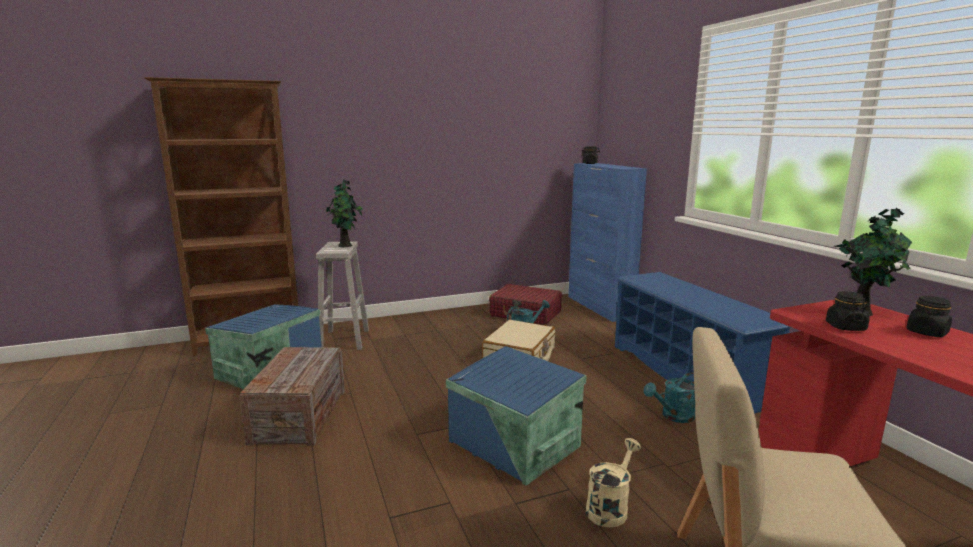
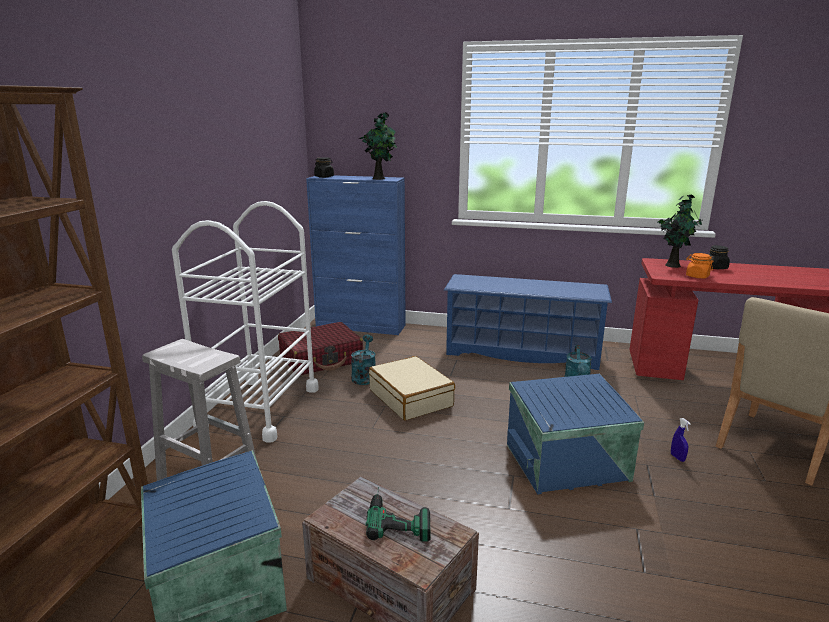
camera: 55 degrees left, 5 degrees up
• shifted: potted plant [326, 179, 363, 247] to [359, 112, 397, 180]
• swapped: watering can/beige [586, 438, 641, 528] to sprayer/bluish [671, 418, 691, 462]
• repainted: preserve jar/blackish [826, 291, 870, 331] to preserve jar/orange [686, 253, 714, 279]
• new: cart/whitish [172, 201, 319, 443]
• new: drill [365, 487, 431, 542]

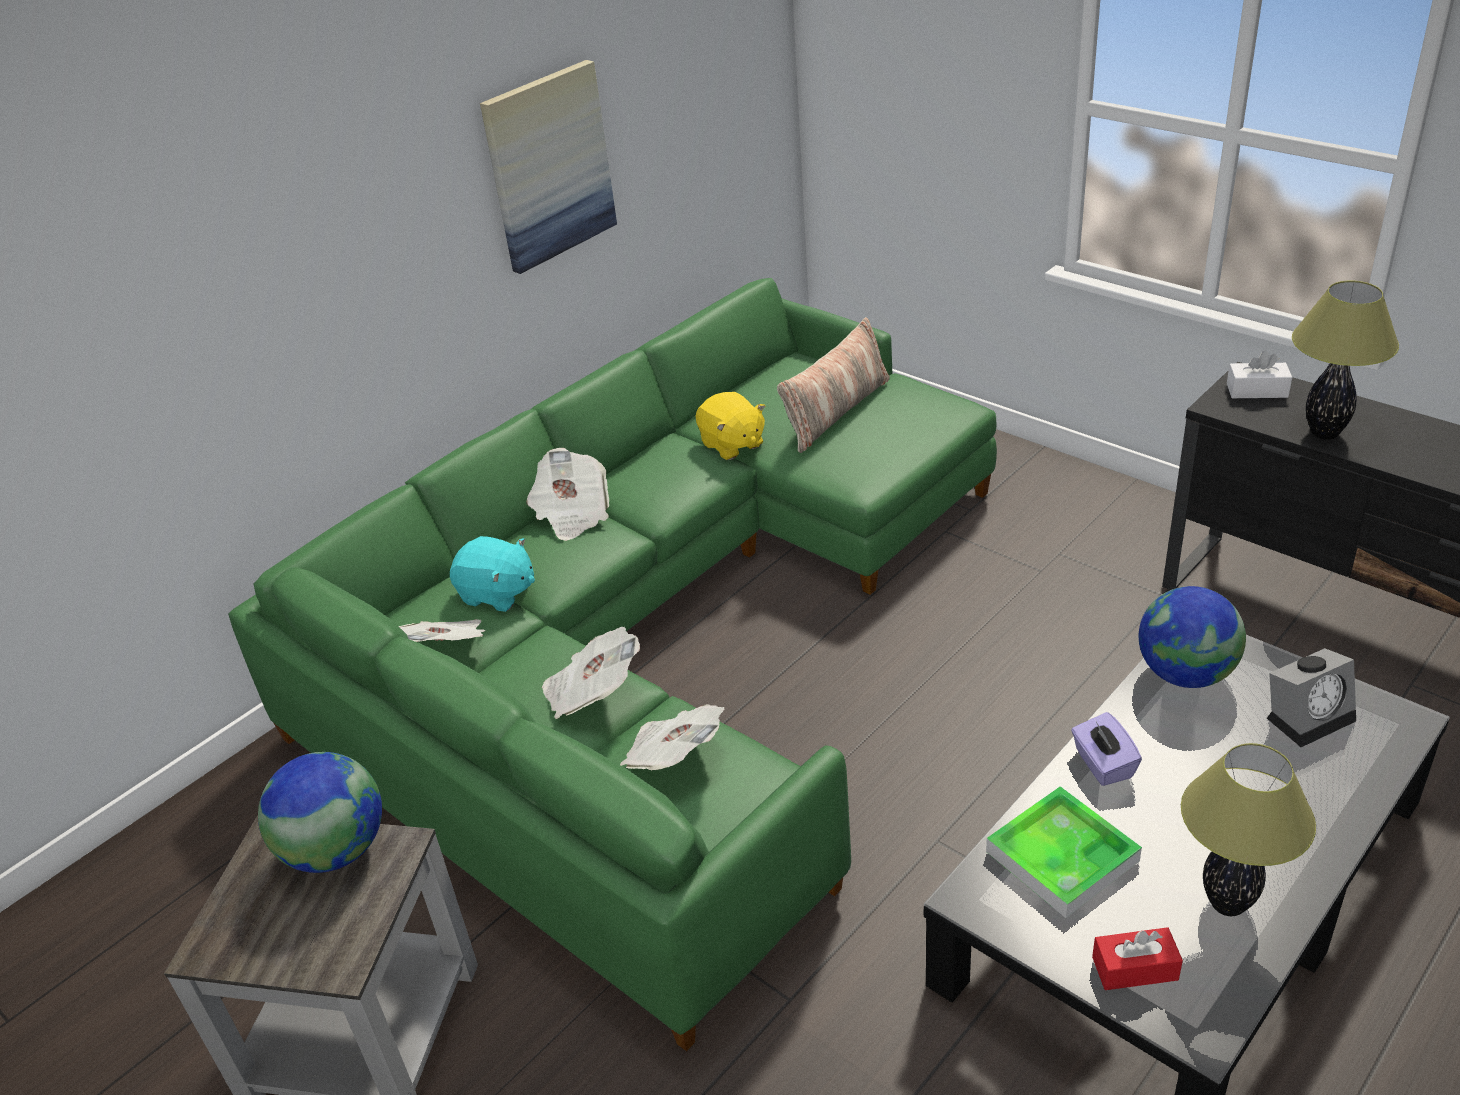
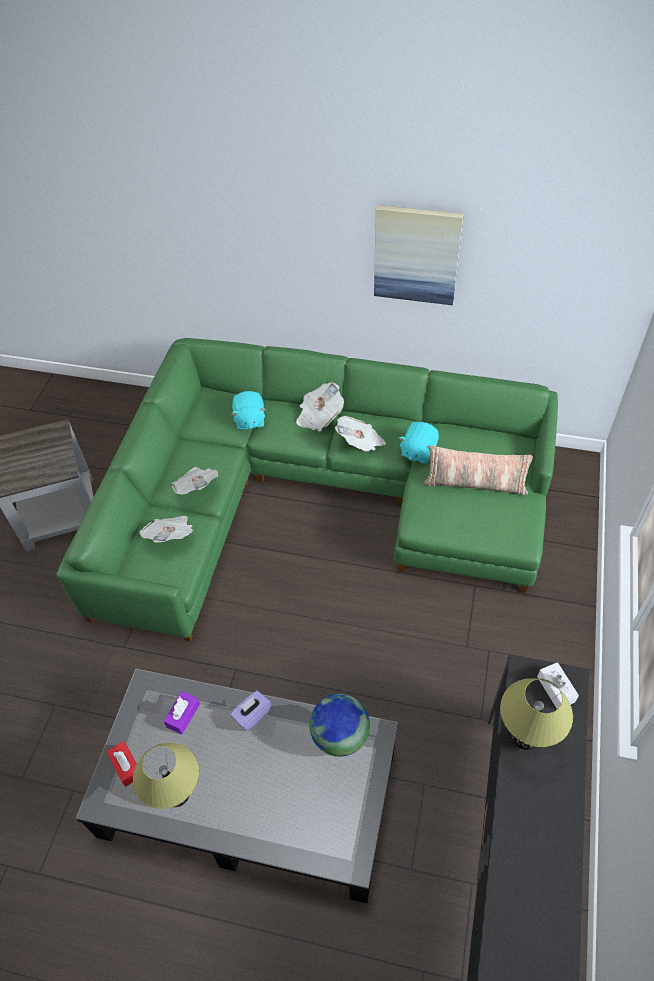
camera: 60 degrees right, 15 degrees up
• gone: desk globe [258, 752, 382, 873]
• shifted: printed paper [399, 619, 486, 642] to [334, 416, 386, 452]
• repainted: cuddly toy/yellow-coloured [696, 392, 765, 460] to cuddly toy/turquoise-coloured [399, 422, 439, 464]
• swapped: serving tray [986, 786, 1142, 918] to box of tissues/purple-coloured [164, 691, 200, 734]
• gone: table clock [1267, 648, 1356, 747]

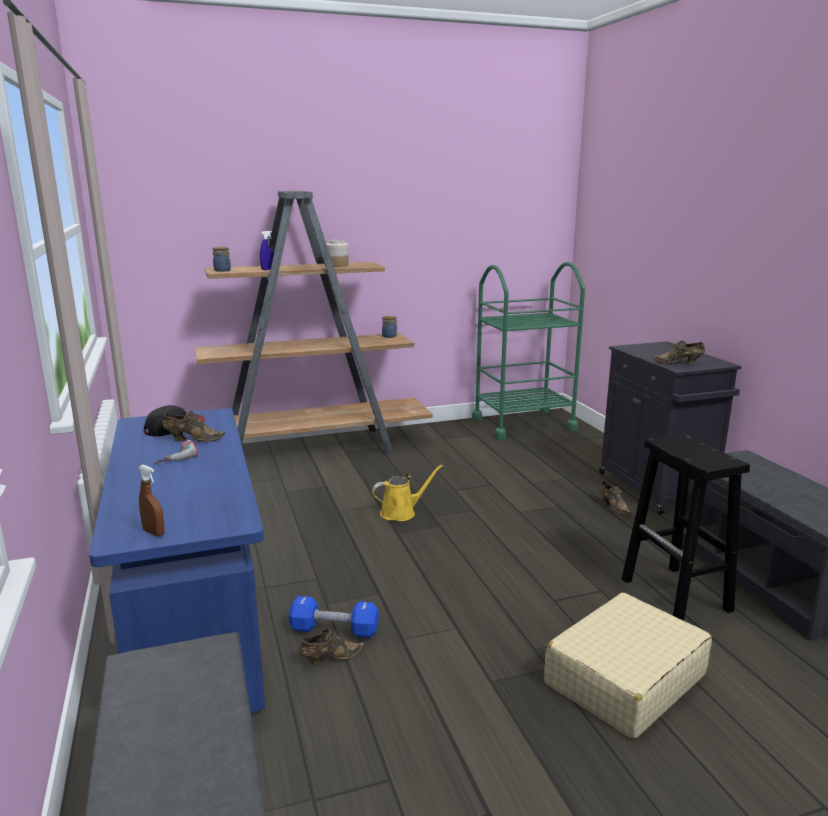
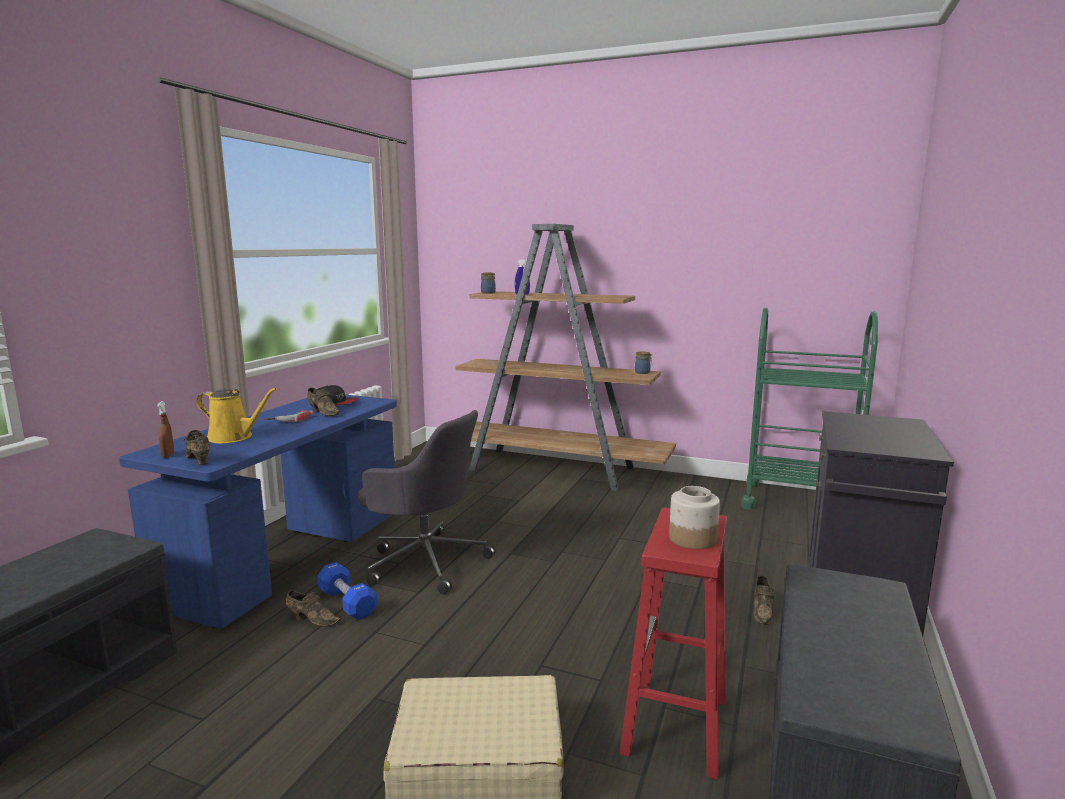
camera: 40 degrees right, 5 degrees down
• shifted: preserve jar [326, 240, 349, 267] to [669, 486, 720, 549]
• shifted: watering can/yellow-coloured [372, 465, 443, 521] to [196, 388, 277, 443]
• repainted: stool seat/blackish [622, 433, 750, 621] to stool seat/red-coloured [619, 508, 727, 780]
• shifted: item of footwear/brownish [653, 340, 705, 365] to [183, 430, 210, 465]
• new: office chair/greyish [358, 410, 496, 594]

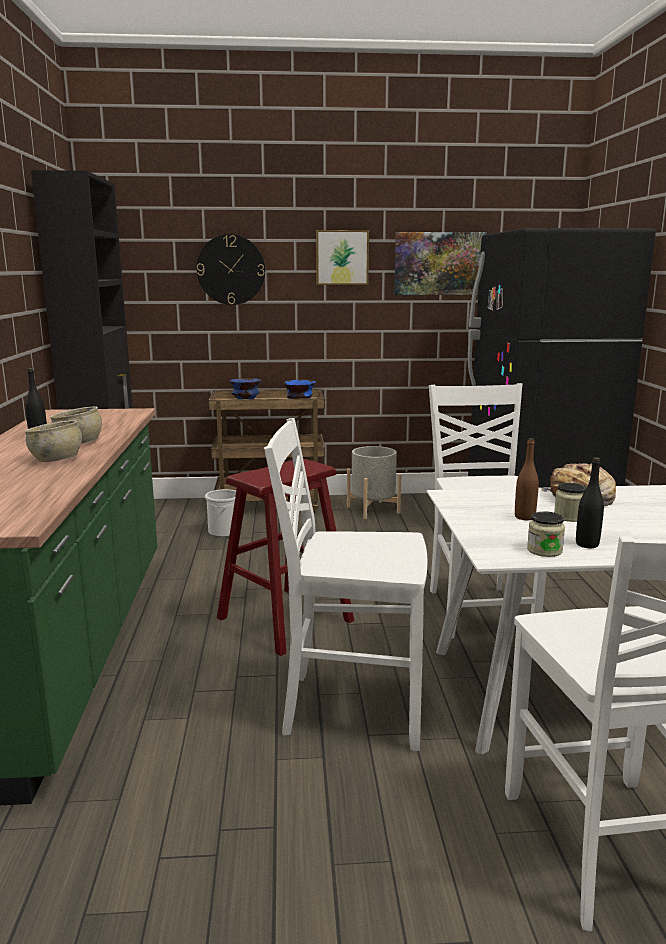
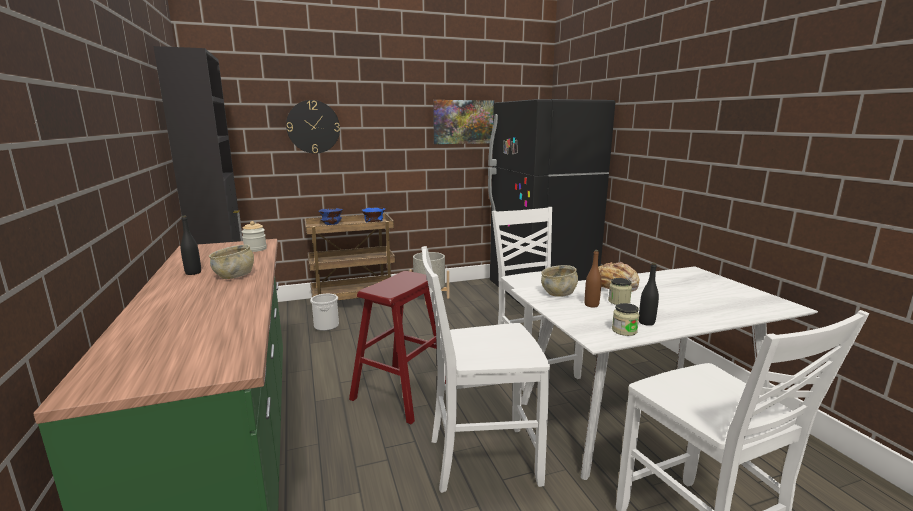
camera: 15 degrees left, 0 degrees up
• shifted: serving bowl/beige [25, 420, 82, 462] to [541, 265, 578, 297]
• gone: wall picture [316, 230, 369, 285]
• new: preserve jar [242, 221, 267, 252]

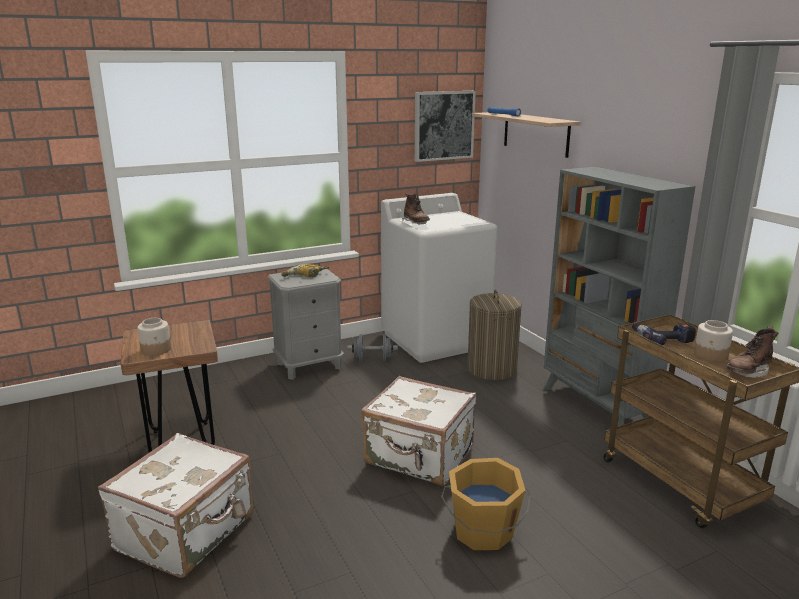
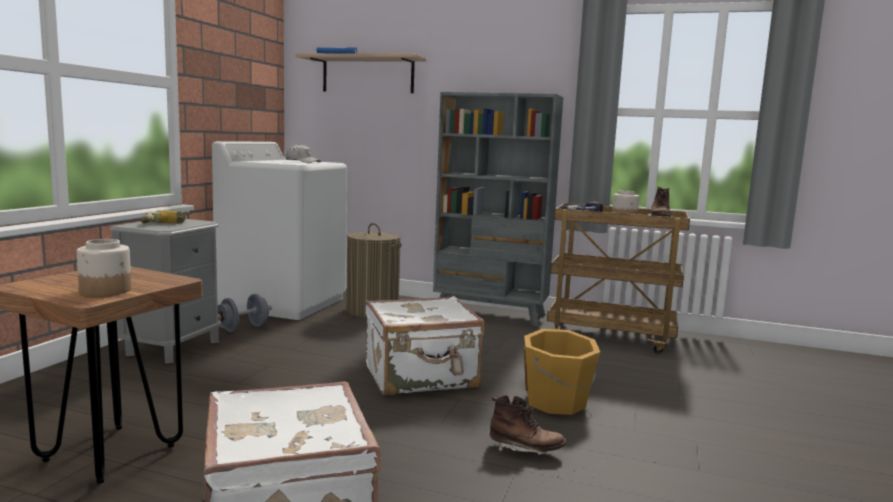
camera: 45 degrees left, 10 degrees down
• shifted: high-top boot/brownish [402, 193, 430, 224] to [490, 395, 566, 455]
• gone: wall picture [415, 91, 476, 162]
• new: peaked cap/whitish [286, 144, 321, 163]

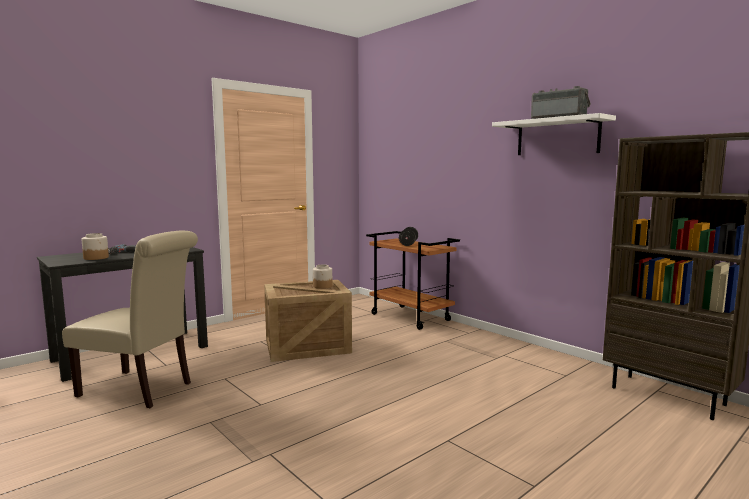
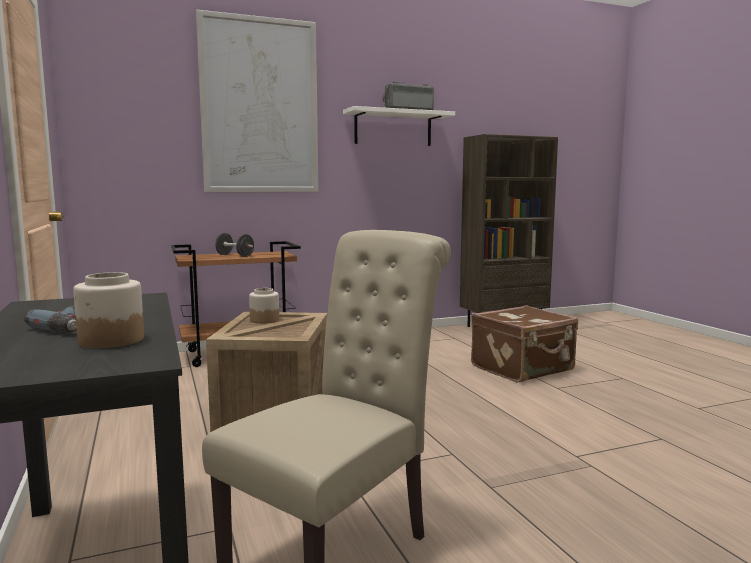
camera: 70 degrees left, 0 degrees up
• new: wall picture [196, 10, 319, 193]
• new: travel case/brownish [471, 305, 578, 383]

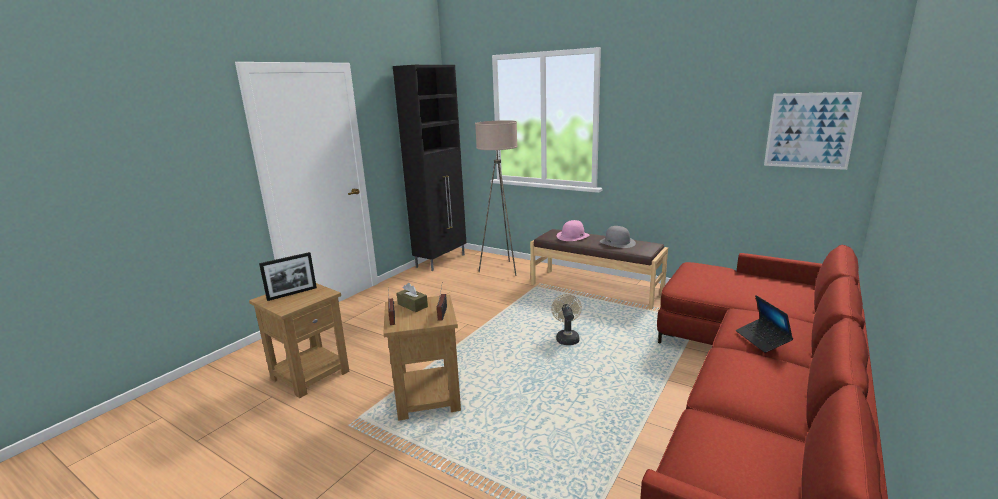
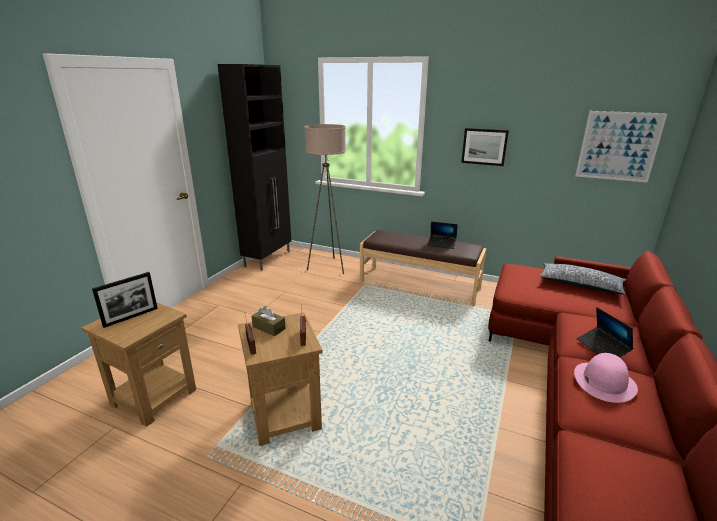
camera: 10 degrees left, 5 degrees up
• gone: cooling fan/beige [551, 294, 582, 345]
• shifted: hat/pink-coloured [557, 220, 590, 241] to [574, 353, 638, 403]
• swapped: hat/greyish [600, 226, 636, 248] to portable computer [428, 221, 457, 249]
• new: wall picture [461, 128, 509, 166]
• new: pillow [539, 263, 626, 294]

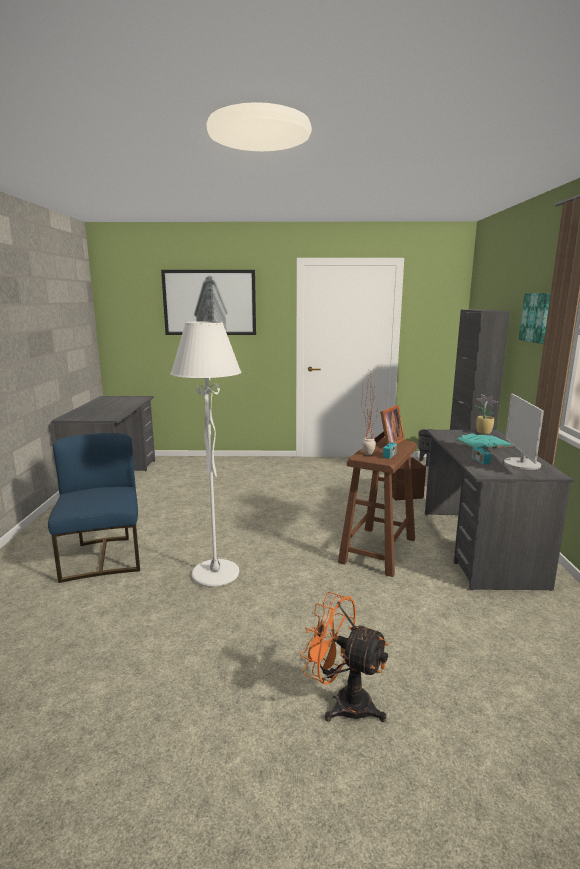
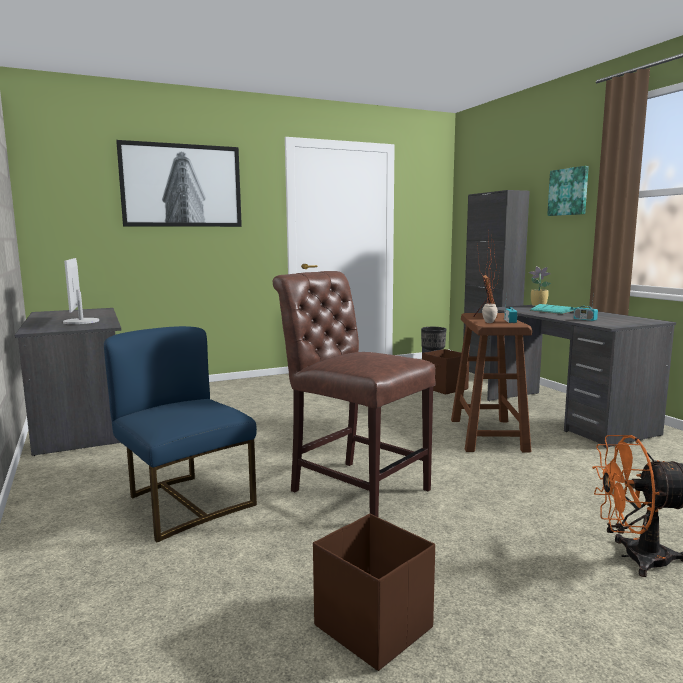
camera: 25 degrees left, 5 degrees down
• swapped: floor lamp/whitish [170, 321, 241, 587] to chair/brownish [273, 271, 436, 517]
• shifted: computer display [504, 394, 544, 470] to [63, 258, 99, 324]
• new: storage box/brownish [313, 514, 435, 671]

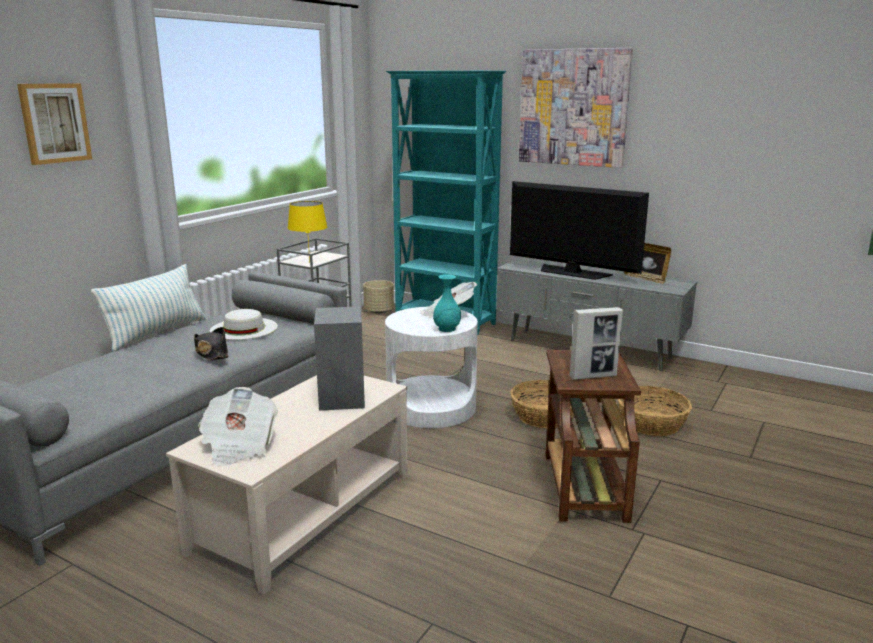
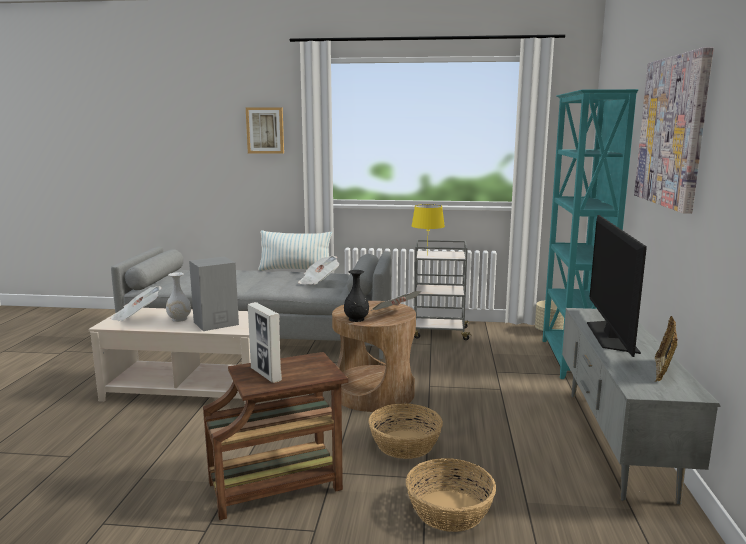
camera: 65 degrees right, 5 degrees down
• gone: hat/blackish [194, 327, 229, 360]
• swapped: hat/whitish [210, 309, 278, 340] to printed paper [298, 256, 339, 285]
• repainted: end table/whitish [385, 307, 478, 428] to end table/brownish [332, 301, 416, 412]
• repainted: vase/turquoise-coloured [433, 274, 461, 332] to vase/blackish [344, 270, 369, 322]
• new: vase/whitish [166, 272, 191, 322]

